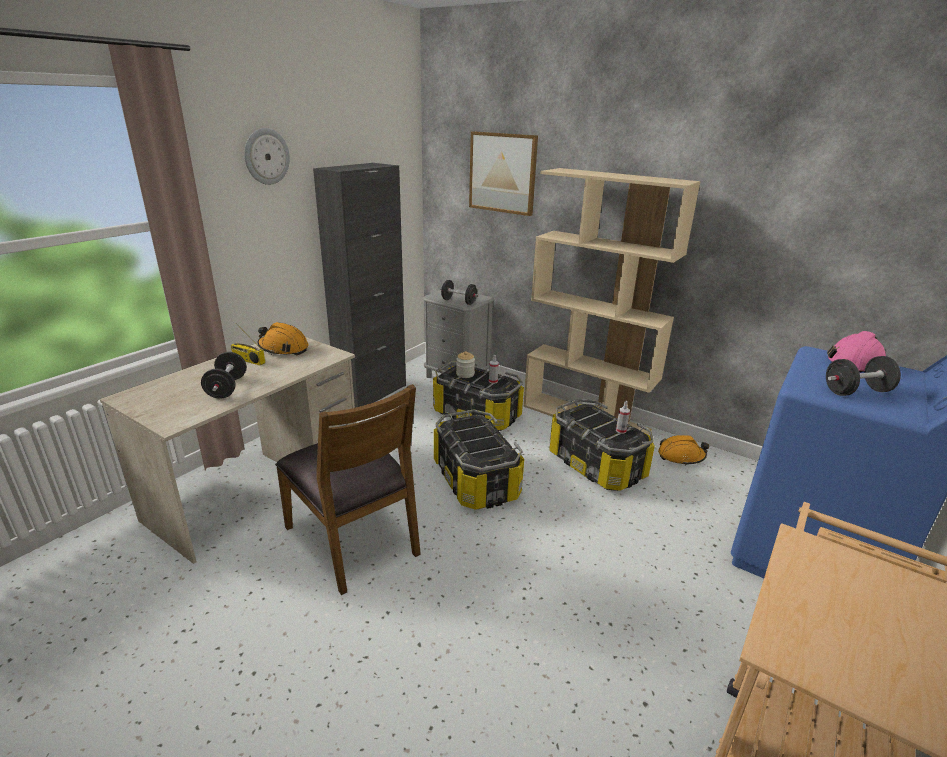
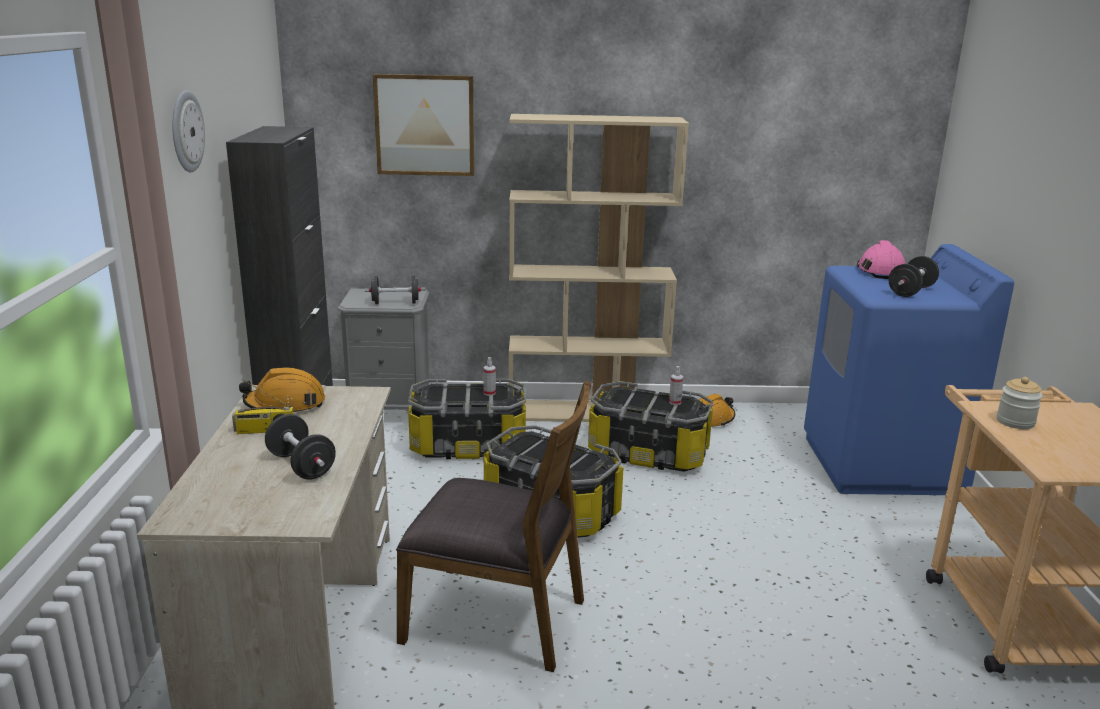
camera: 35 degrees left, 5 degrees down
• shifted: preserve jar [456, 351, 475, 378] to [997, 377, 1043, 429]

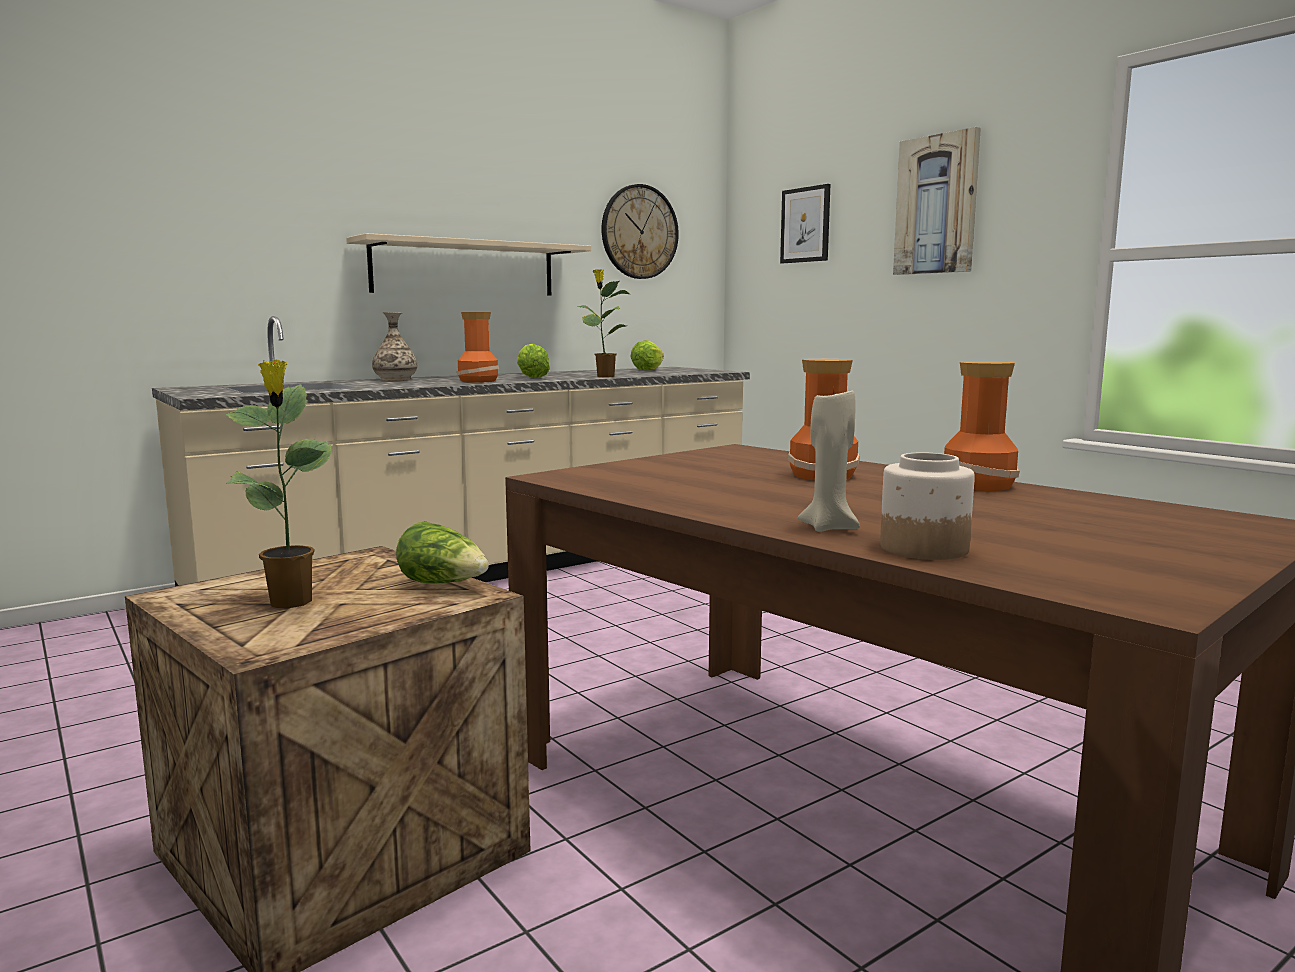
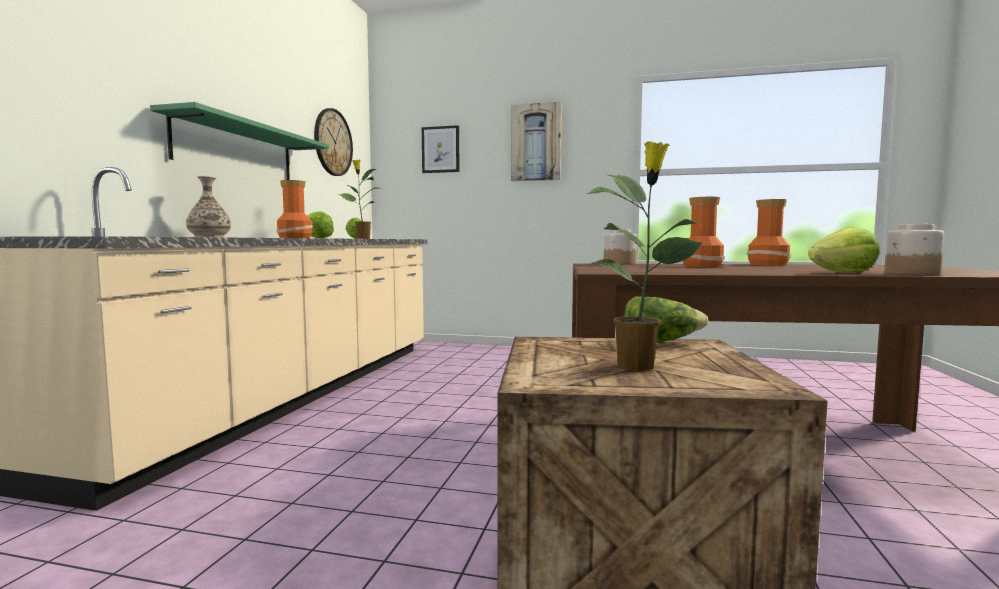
camera: 40 degrees left, 5 degrees down
• repainted: bracket shelf/beige [346, 233, 591, 296] to bracket shelf/green [150, 102, 329, 180]
• swapped: wax candle/beige [798, 389, 860, 532] to lettuce head [808, 228, 880, 273]
• new: preserve jar [604, 229, 636, 265]

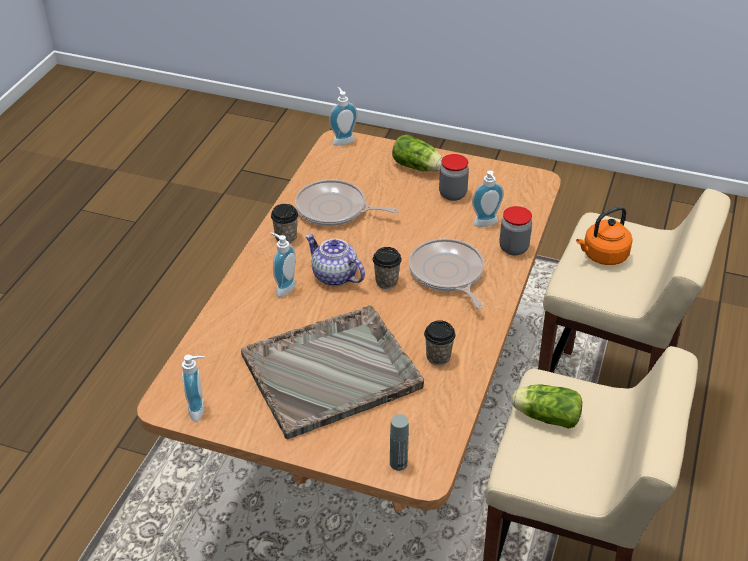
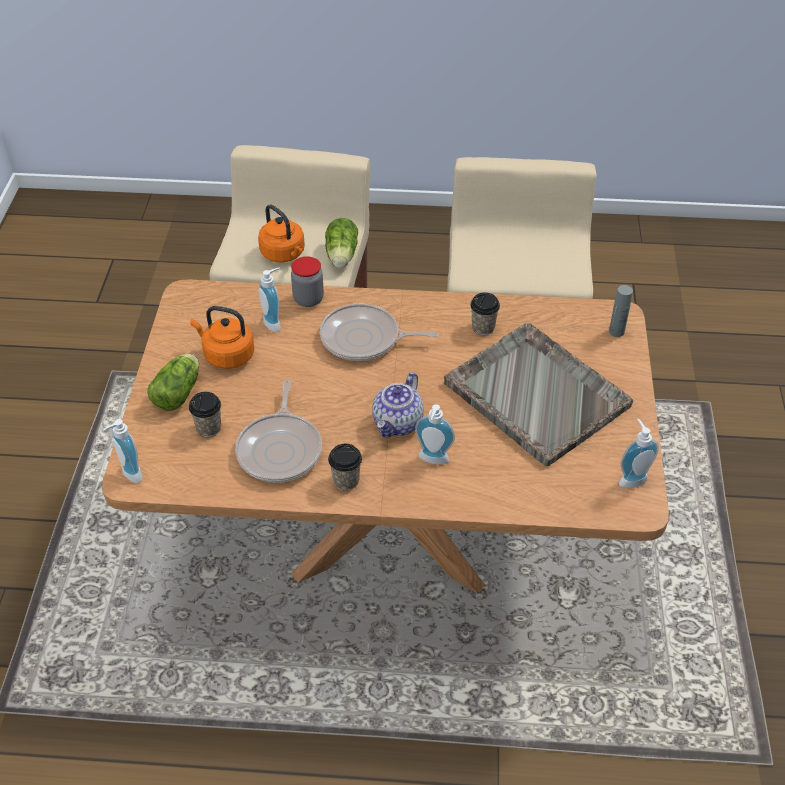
camera: 105 degrees left, 5 degrees up
• shifted: cup [373, 247, 402, 289] to [189, 392, 221, 437]
• rotated: skillet [409, 238, 484, 309] = [320, 303, 439, 361] 45 degrees clockwise
• swapped: preserve jar [439, 154, 469, 201] to kettle/orange [190, 306, 254, 369]
• shifted: lettuce head [512, 385, 582, 429] to [325, 218, 358, 268]

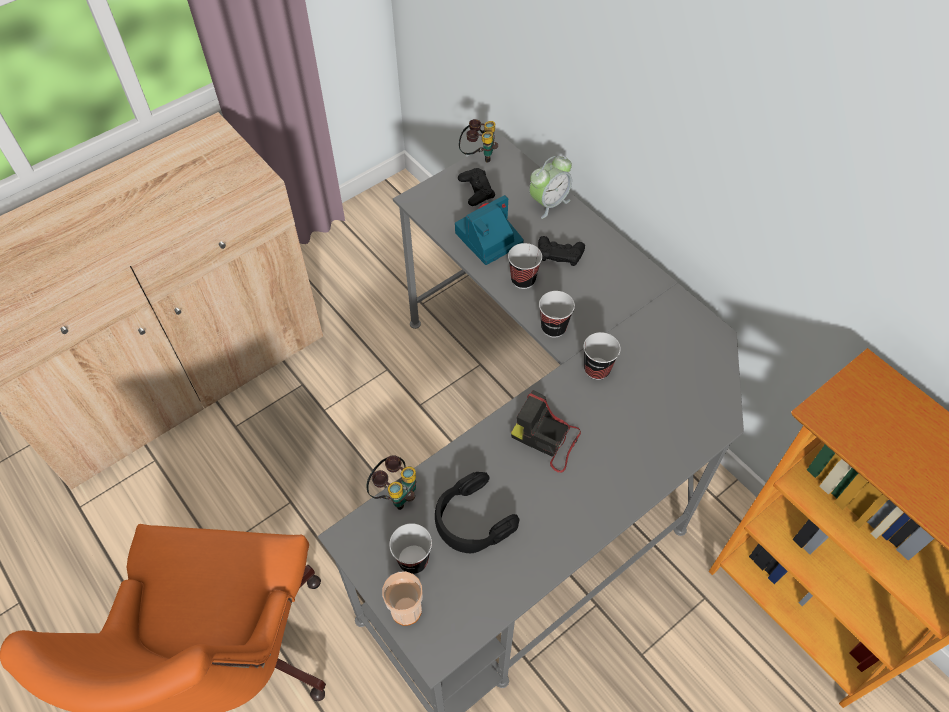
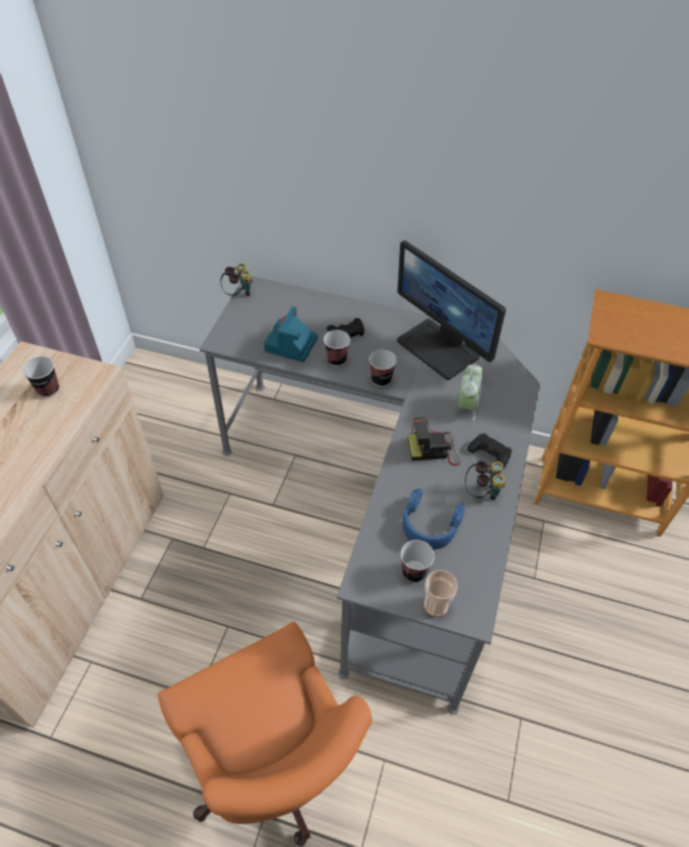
camera: 35 degrees left, 5 degrees down
• shifted: binoculars [367, 455, 416, 510] to [465, 461, 505, 500]
• repainted: pair of headphones/blackish [435, 472, 520, 553] to pair of headphones/bluish [403, 488, 465, 550]
• shifted: game controller/blackish [458, 168, 495, 206] to [467, 433, 512, 469]
• shifted: table clock [529, 156, 572, 219] to [458, 364, 483, 421]
• shifted: cup [583, 332, 621, 380] to [22, 356, 59, 397]
• new: computer display [397, 240, 506, 380]

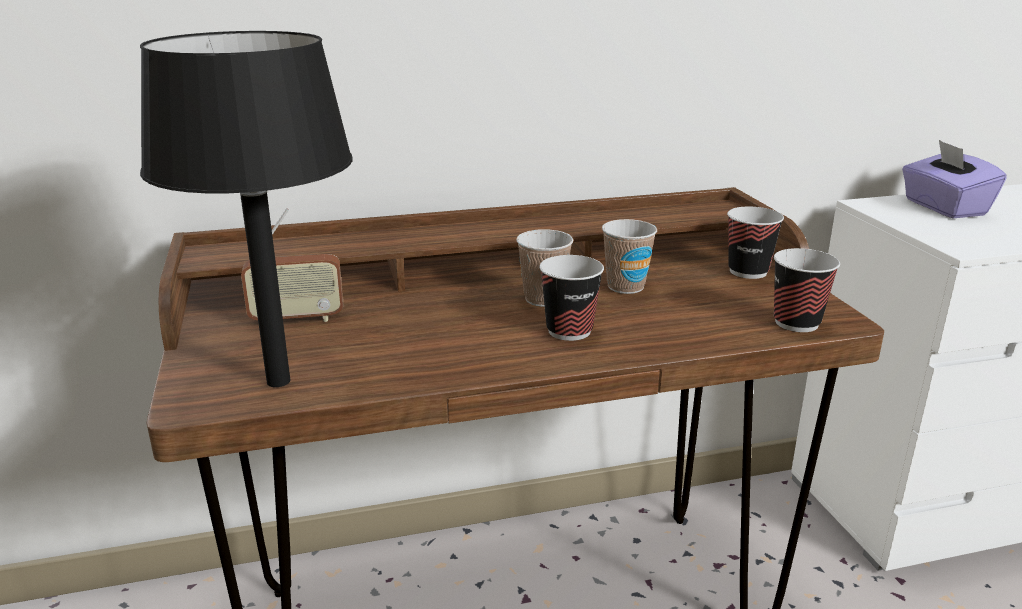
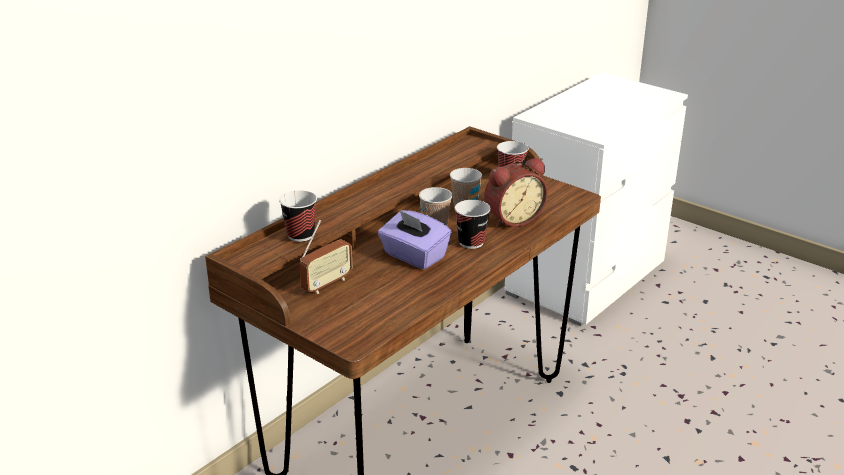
camera: 35 degrees left, 5 degrees up
• gone: table lamp/blackish [140, 31, 352, 387]
• shifted: cup [774, 248, 840, 332] to [279, 190, 317, 242]
• shifted: box of tissues/purple-coloured [902, 140, 1007, 218] to [378, 210, 451, 270]
• new: table clock [484, 158, 548, 228]

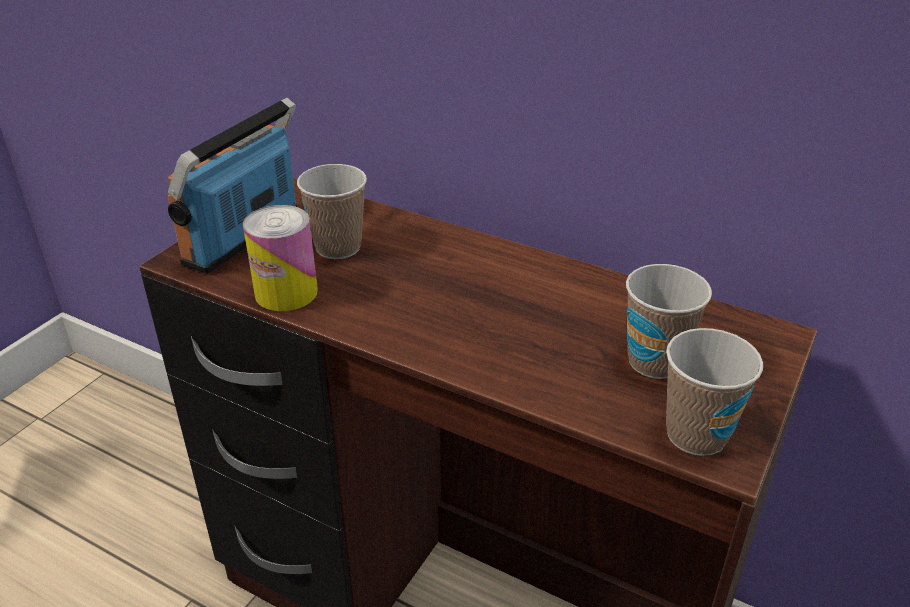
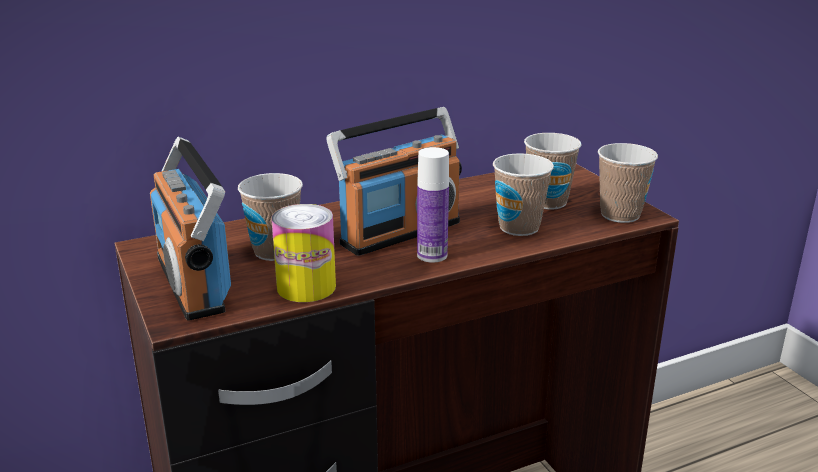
camera: 55 degrees left, 10 degrees down
• new: radio set [326, 107, 462, 256]
• new: beverage bottle [417, 147, 449, 263]
• new: cup [493, 154, 554, 236]

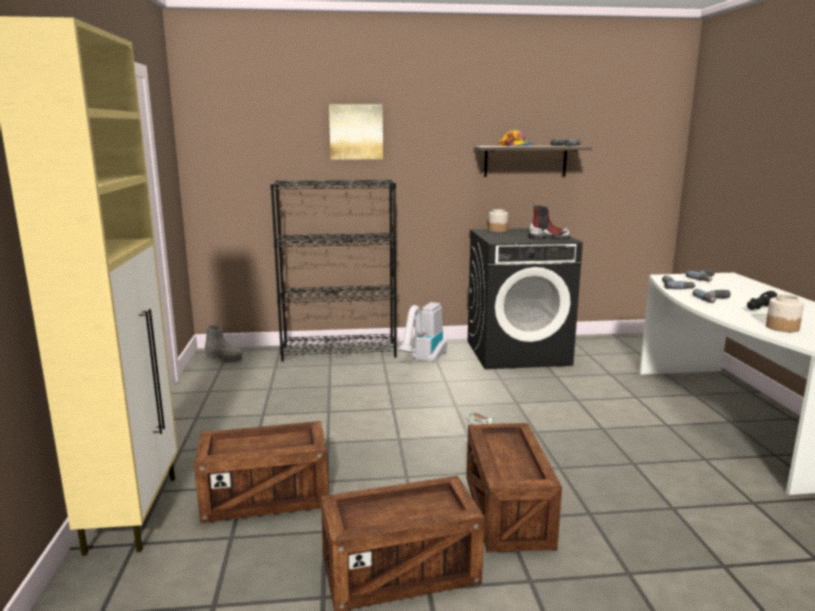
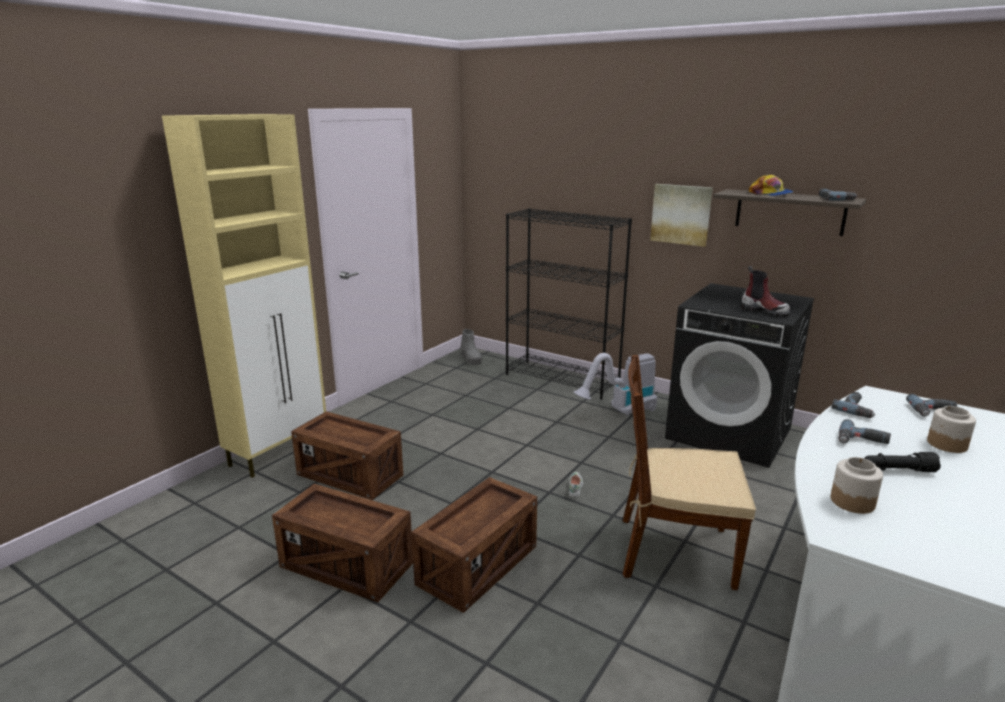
camera: 40 degrees right, 5 degrees up
• shifted: wall picture [329, 104, 383, 160] to [650, 184, 713, 247]
• shifted: preserve jar [488, 209, 508, 232] to [927, 406, 976, 453]
• new: chair/brownish [623, 355, 756, 590]

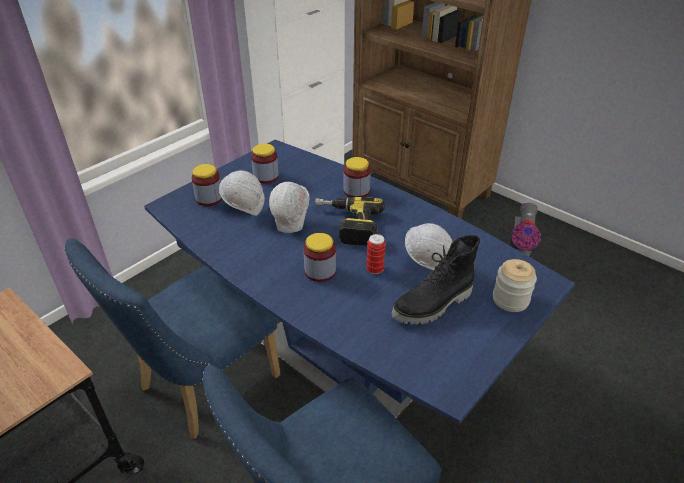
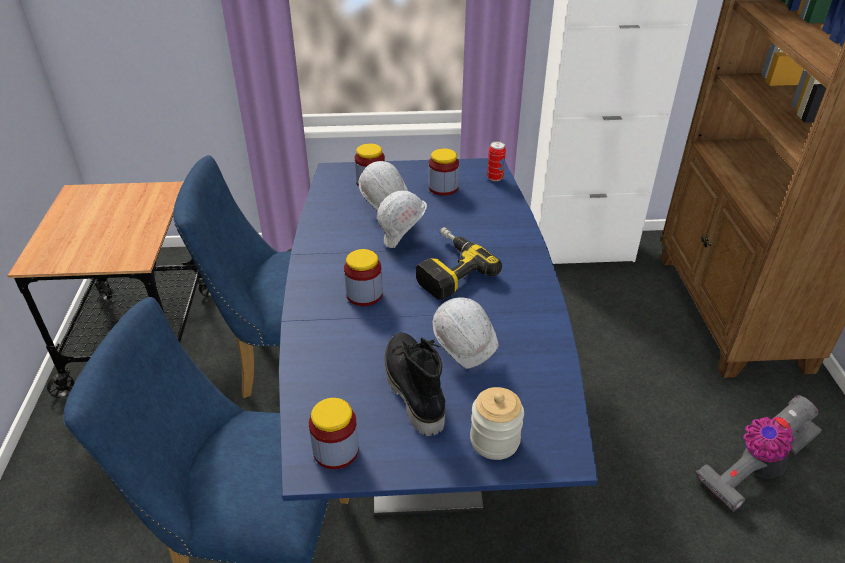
camera: 45 degrees right, 0 degrees up
• shifted: preserve jar [343, 157, 371, 197] to [309, 398, 359, 469]
• shifted: metal can [367, 234, 386, 274] to [487, 141, 506, 181]
• rotated: high-top boot/blackish [391, 235, 480, 325] = [385, 332, 445, 436] 60 degrees clockwise

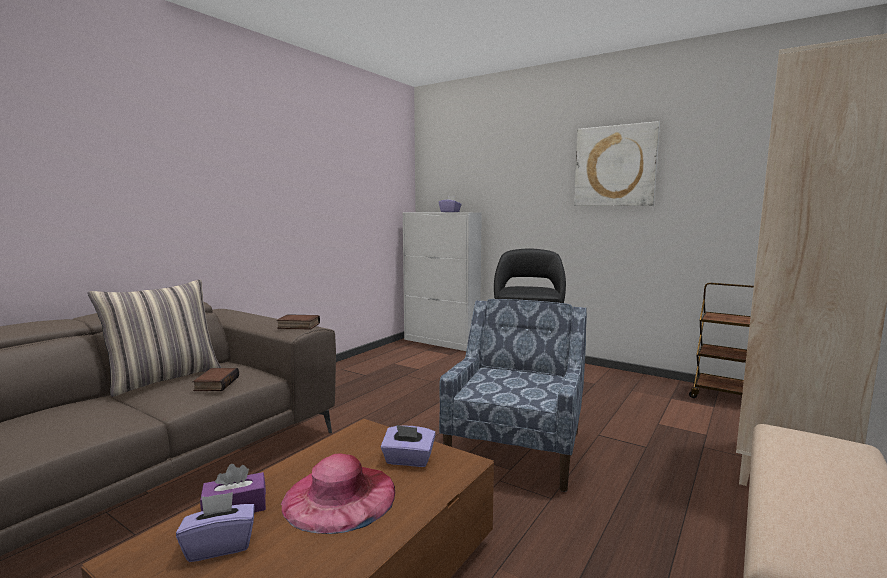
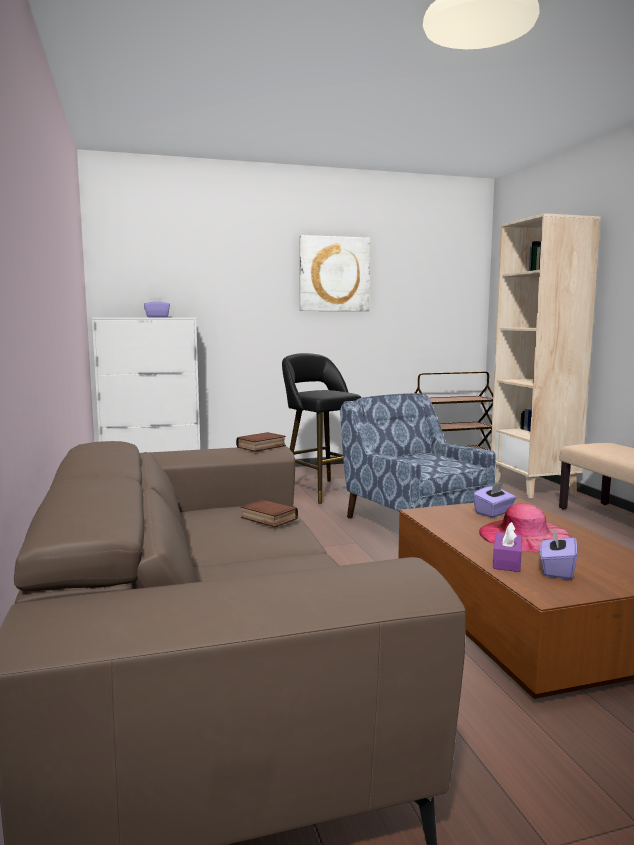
camera: 50 degrees left, 0 degrees up
• gone: pillow [88, 280, 221, 397]

